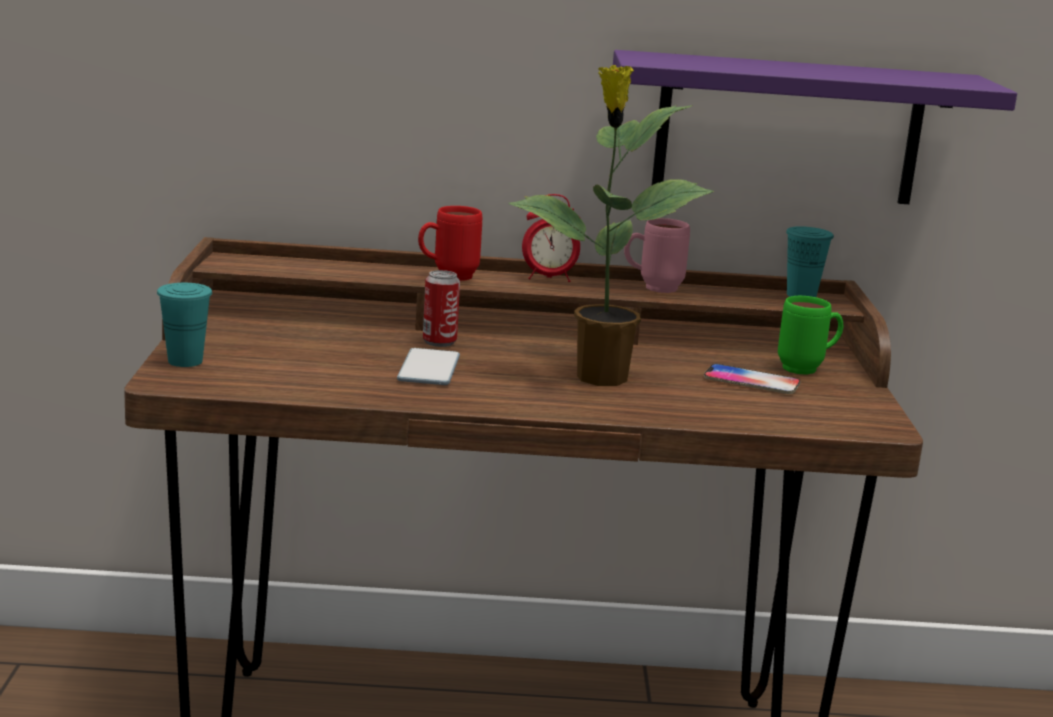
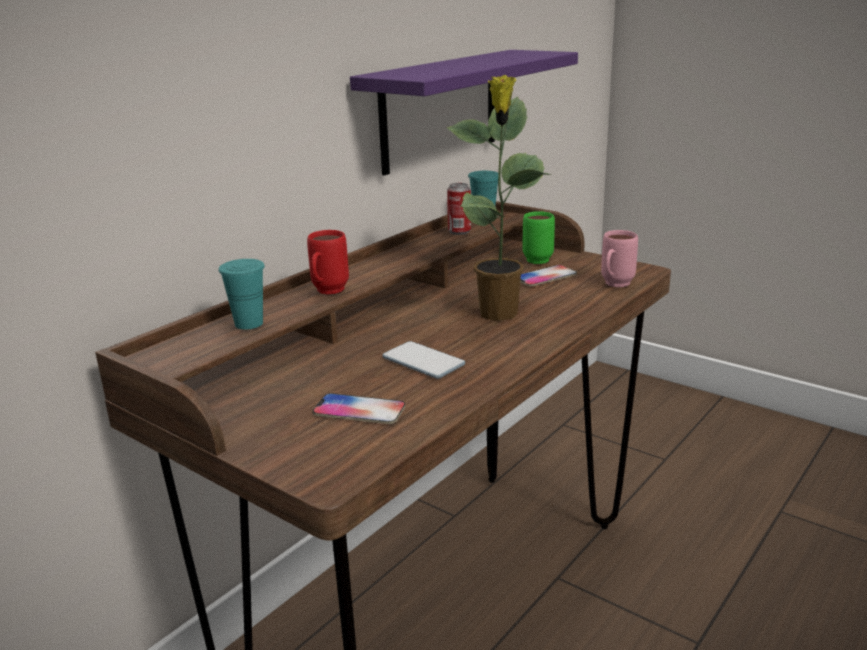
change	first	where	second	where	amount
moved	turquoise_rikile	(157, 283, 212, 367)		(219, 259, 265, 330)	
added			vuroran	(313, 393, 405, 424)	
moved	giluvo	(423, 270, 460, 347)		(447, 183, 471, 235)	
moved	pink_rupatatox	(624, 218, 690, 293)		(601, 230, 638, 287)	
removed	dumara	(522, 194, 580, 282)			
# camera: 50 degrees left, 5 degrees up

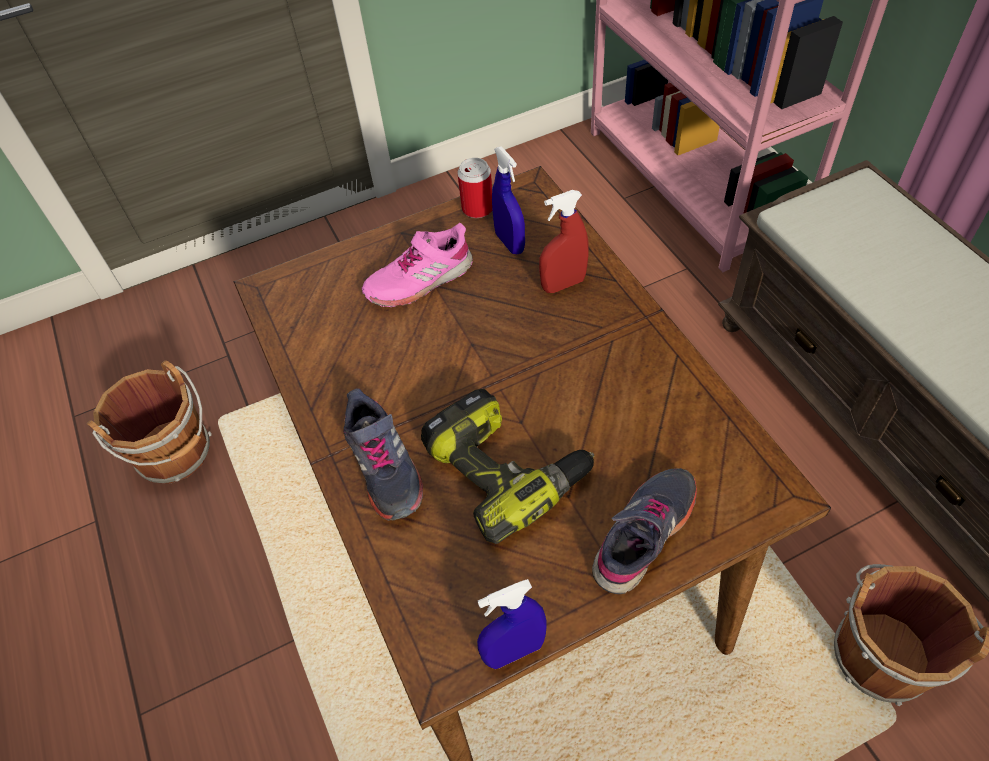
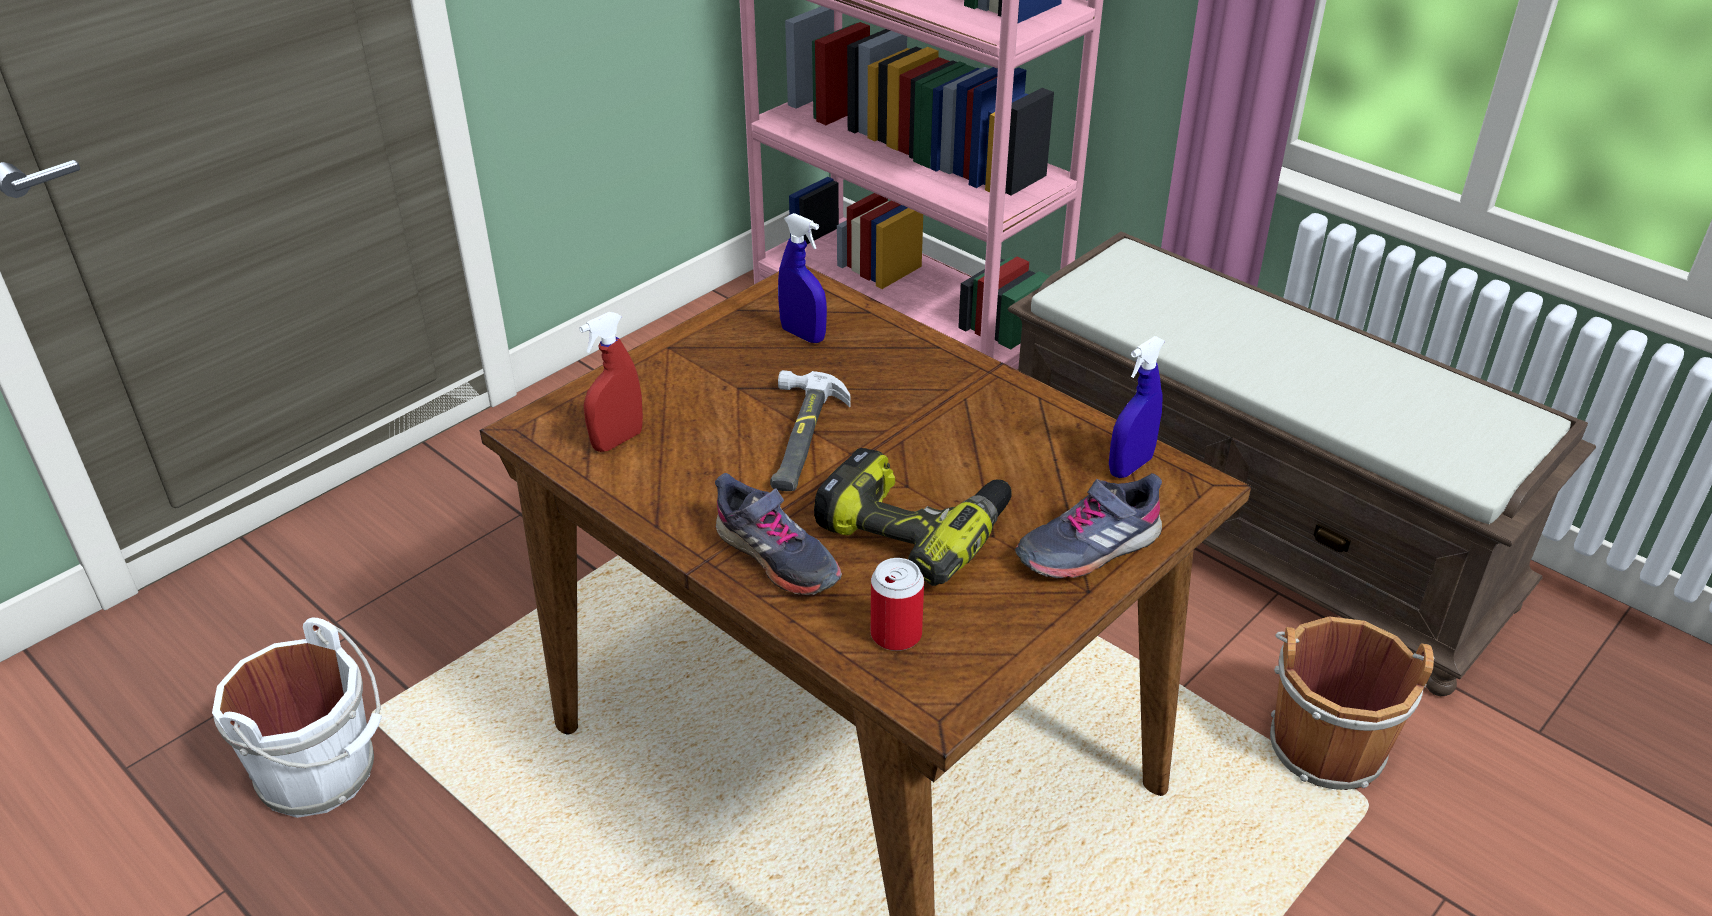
change	first	where	second	where	amount
recoloured	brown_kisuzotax	(86, 360, 212, 484)	white_kisuzotax	(212, 618, 382, 818)	
moved	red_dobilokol	(539, 190, 589, 293)		(579, 312, 643, 452)	
added			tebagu	(770, 370, 851, 491)	
moved	giluvo	(457, 158, 492, 218)		(871, 558, 924, 651)	
turned	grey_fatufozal	(592, 468, 697, 594)		(1015, 473, 1162, 578)	135 degrees counterclockwise
moved	blue_dobilokol	(477, 579, 547, 669)		(1109, 336, 1165, 478)	
removed	pink_fatufozal	(362, 223, 473, 307)			
# camera: 25 degrees left, 15 degrees down

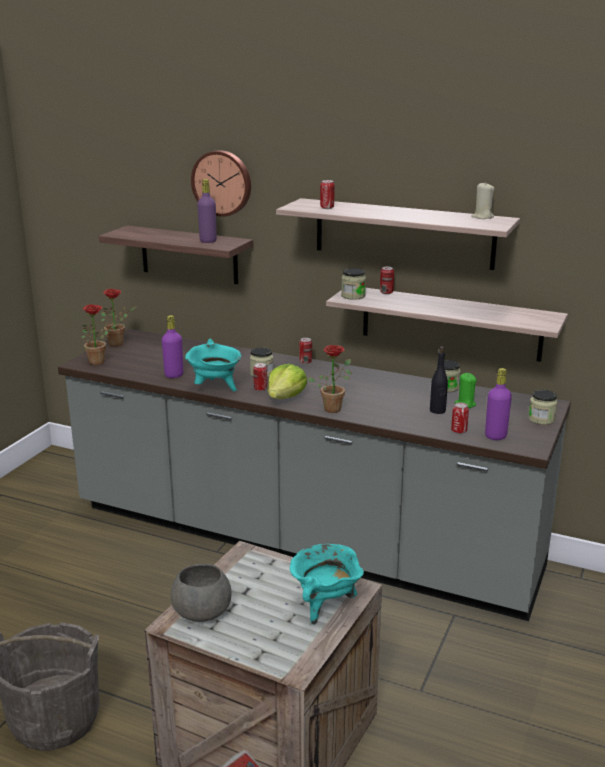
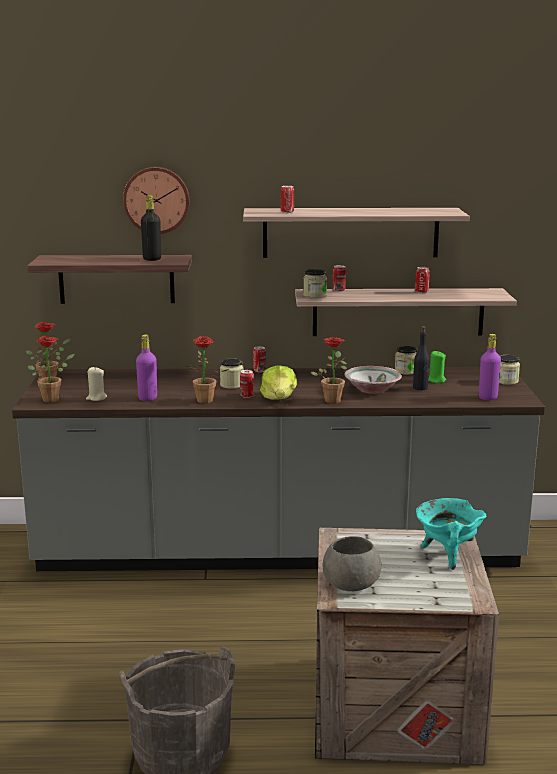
change	first	where	second	where	amount
moved	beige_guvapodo	(471, 182, 495, 219)		(86, 367, 107, 401)	
recoloured	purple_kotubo	(197, 179, 217, 243)	black_kotubo	(141, 195, 161, 261)	
replaced	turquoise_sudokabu	(185, 339, 241, 391)	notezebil	(186, 336, 229, 404)	
added			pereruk	(344, 366, 402, 394)	
moved	giluvo	(451, 402, 469, 434)		(415, 267, 430, 293)	
# camera: 25 degrees left, 5 degrees down

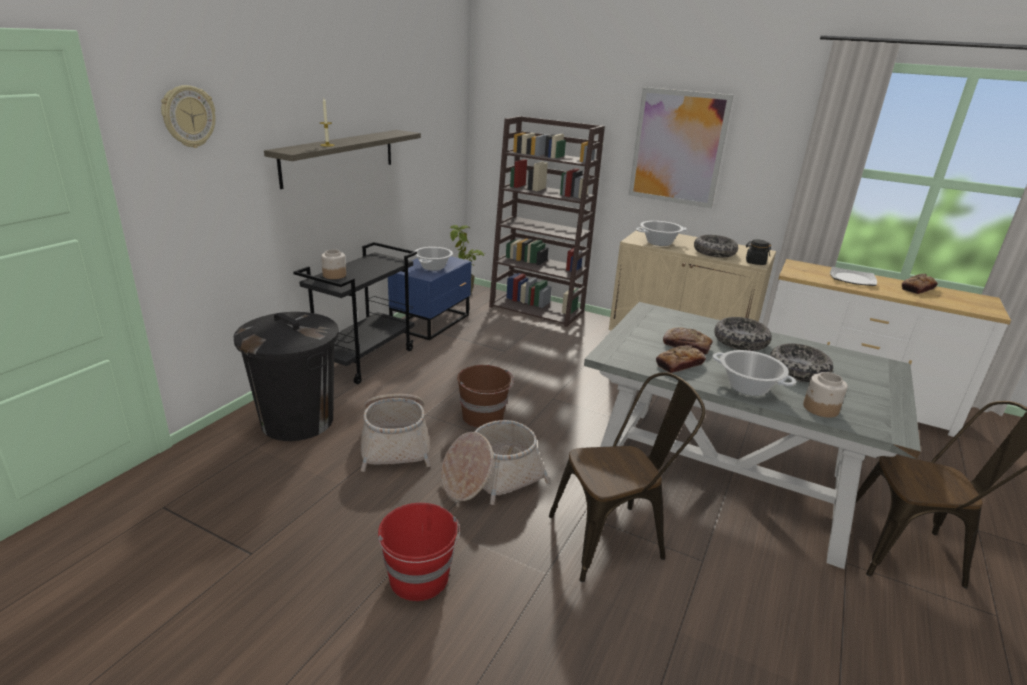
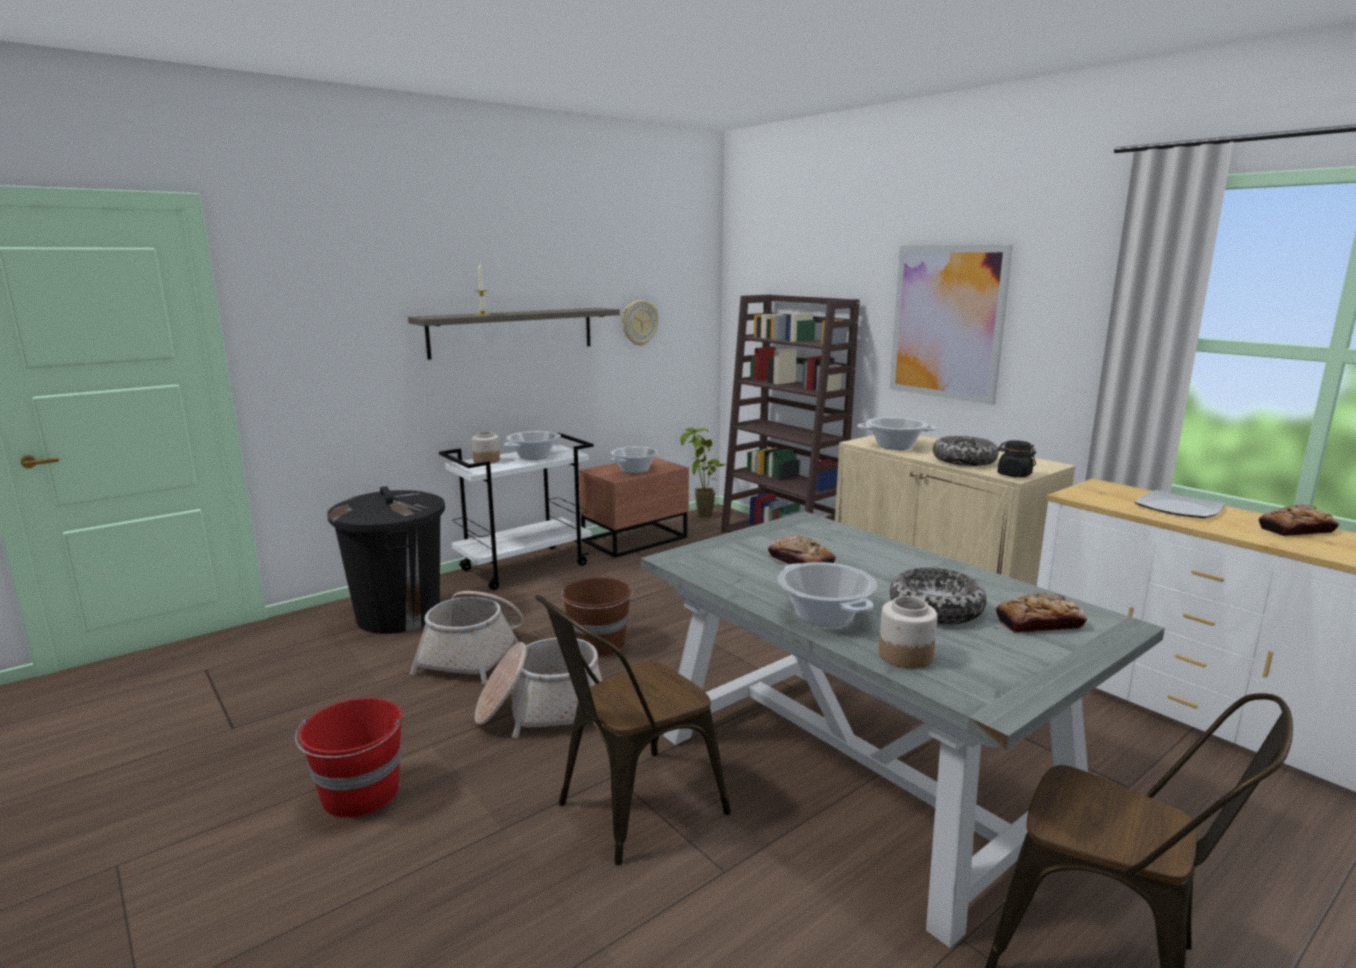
change	first	where	second	where	amount
recoloured	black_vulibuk	(293, 242, 417, 384)	white_vulibuk	(439, 433, 594, 590)	
added			sudokabu	(504, 431, 561, 460)	
turned	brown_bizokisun	(549, 372, 706, 582)		(535, 595, 731, 866)	135 degrees clockwise
recoloured	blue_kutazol	(388, 256, 472, 340)	brown_kutazol	(579, 457, 689, 558)	
moved	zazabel	(161, 85, 216, 148)		(622, 300, 659, 346)	
moved	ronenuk	(656, 345, 706, 373)		(996, 593, 1087, 633)	
removed	pereruk	(714, 317, 772, 351)			
# camera: 25 degrees right, 10 degrees down

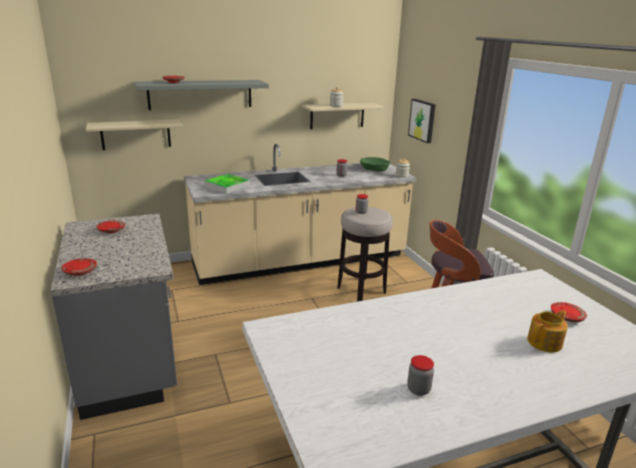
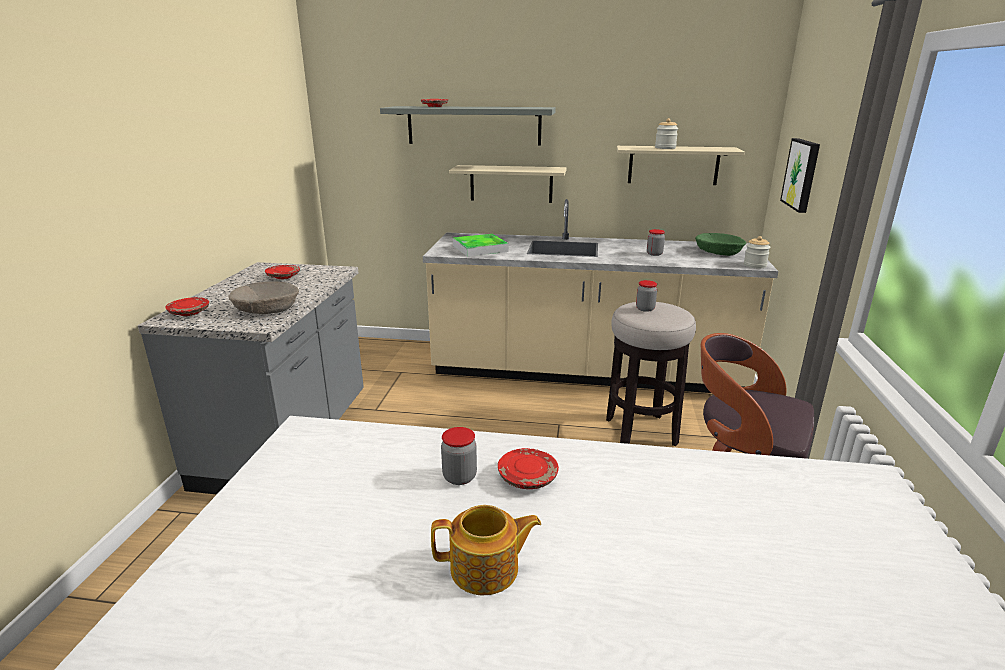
change	first	where	second	where	amount
added			beige_pereruk	(228, 282, 299, 314)	
moved	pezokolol	(527, 310, 568, 352)		(431, 505, 541, 595)	
moved	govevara	(407, 355, 434, 396)		(441, 427, 477, 485)	
moved	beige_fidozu	(86, 119, 183, 150)		(449, 165, 567, 203)	
moved	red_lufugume	(551, 302, 587, 322)		(498, 448, 559, 489)	
# camera: 30 degrees right, 0 degrees up

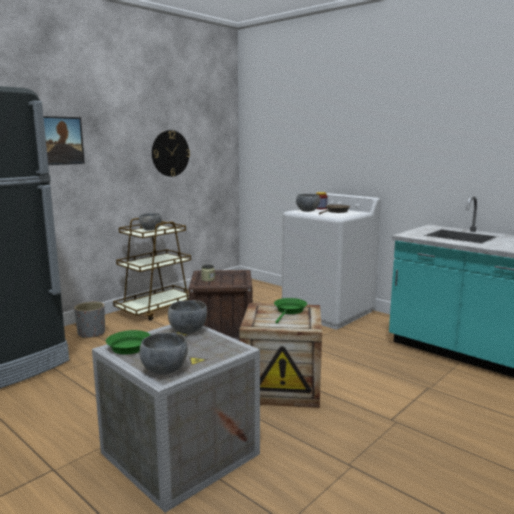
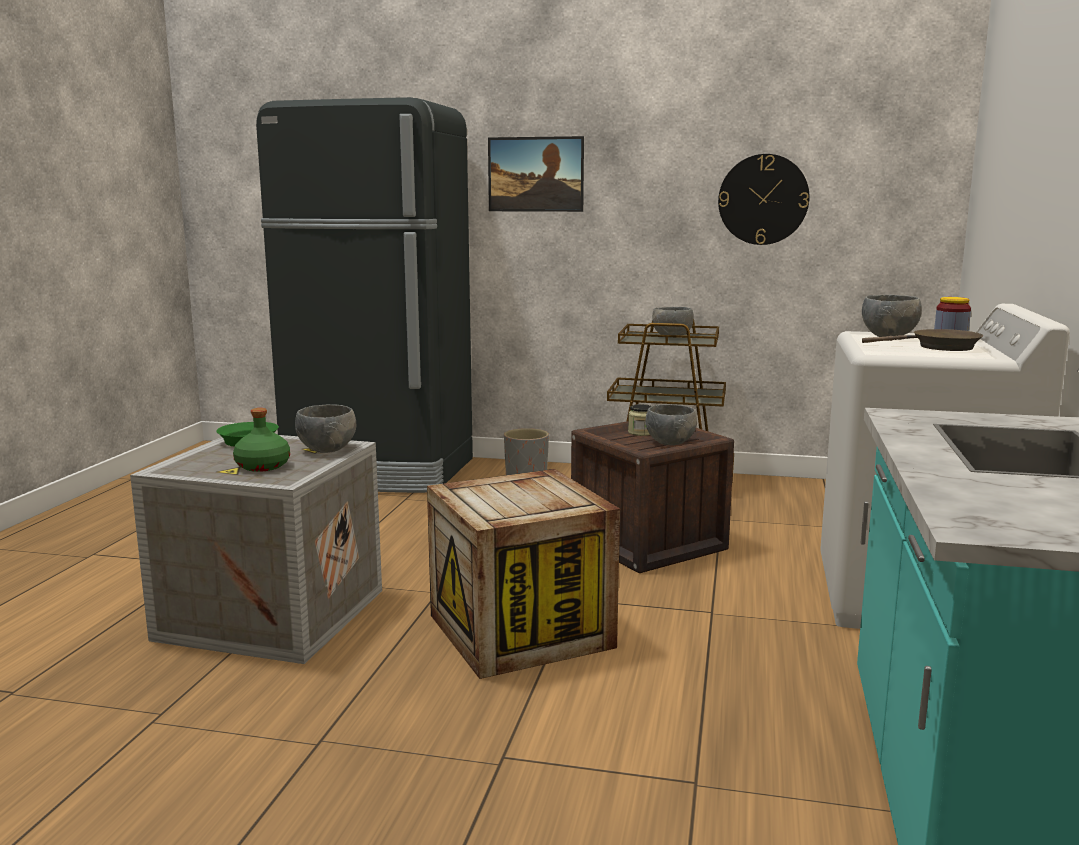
change	first	where	second	where	amount
added			green_kotubo	(233, 408, 290, 472)	
moved	grey_pereruk	(140, 333, 188, 375)		(646, 404, 697, 445)	
removed	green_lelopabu	(274, 298, 307, 324)			
# camera: 60 degrees right, 0 degrees up

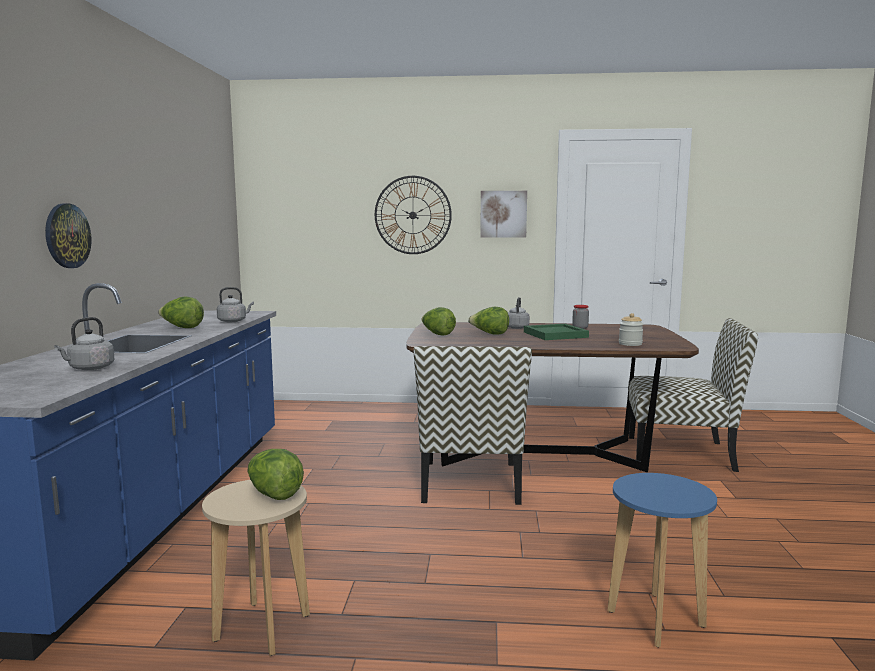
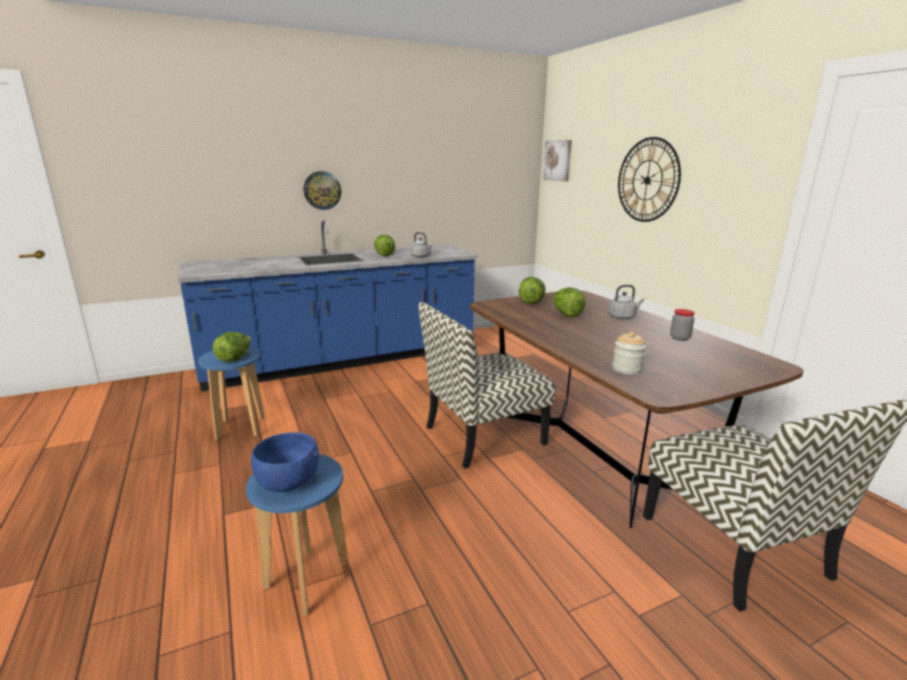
change	first	where	second	where	amount
recoloured	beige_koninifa	(202, 480, 310, 656)	blue_koninifa	(198, 347, 265, 440)	
added			blue_pereruk	(251, 432, 319, 492)	
moved	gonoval	(480, 191, 527, 237)		(543, 140, 572, 182)	
removed	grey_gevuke	(54, 317, 114, 370)			
removed	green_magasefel	(524, 324, 589, 340)			
# camera: 60 degrees right, 10 degrees up

